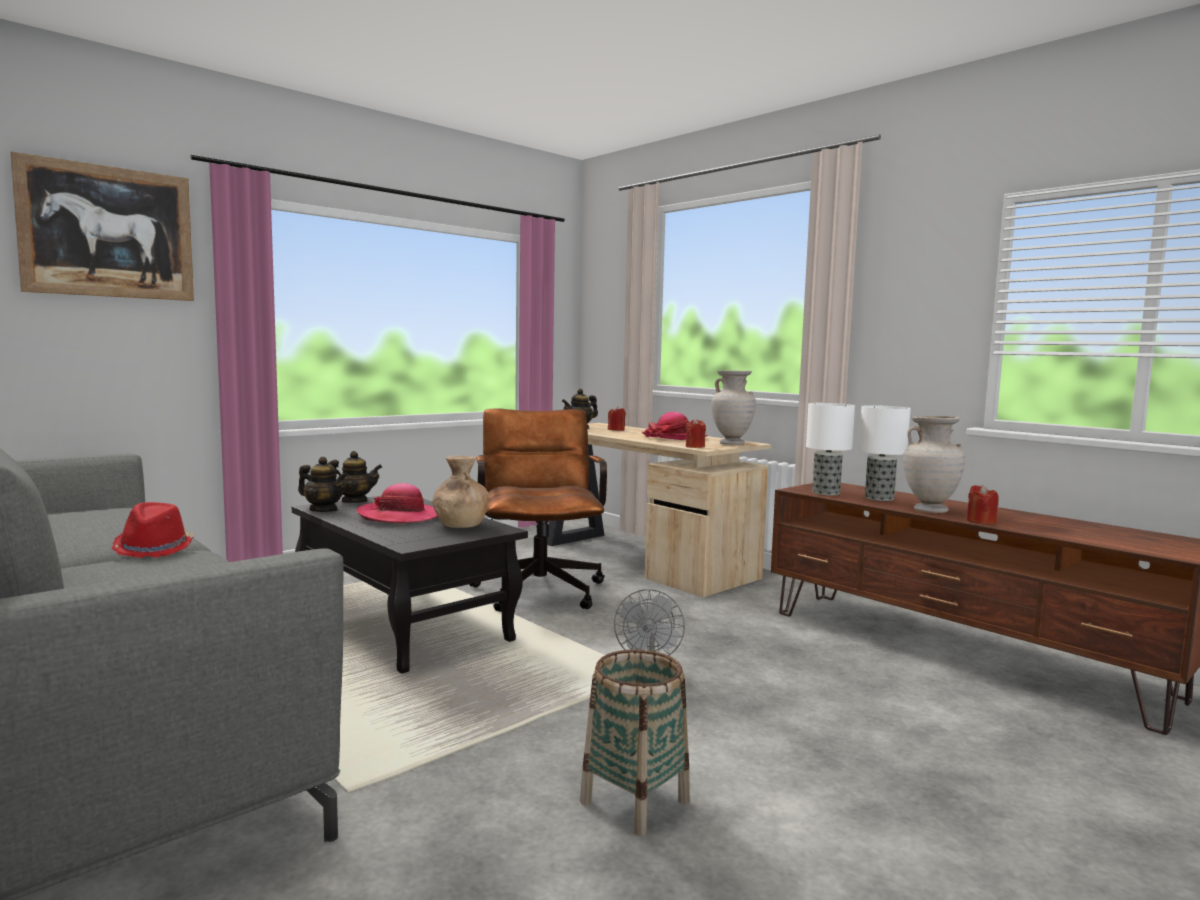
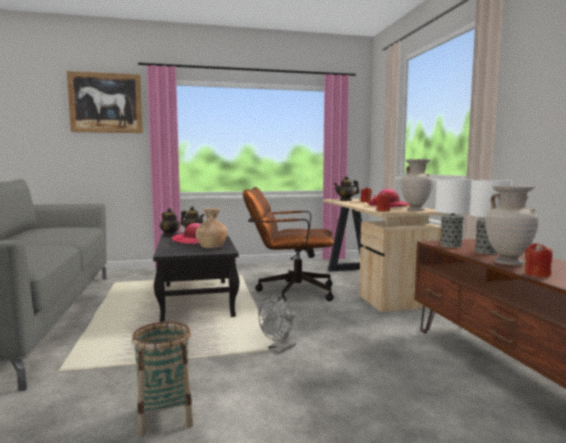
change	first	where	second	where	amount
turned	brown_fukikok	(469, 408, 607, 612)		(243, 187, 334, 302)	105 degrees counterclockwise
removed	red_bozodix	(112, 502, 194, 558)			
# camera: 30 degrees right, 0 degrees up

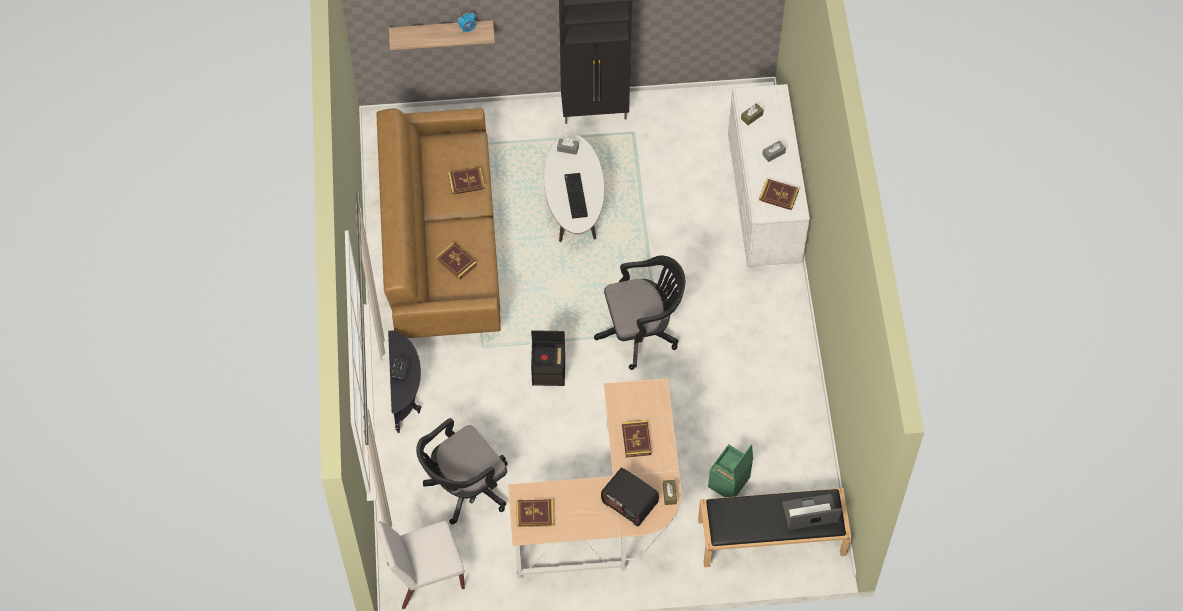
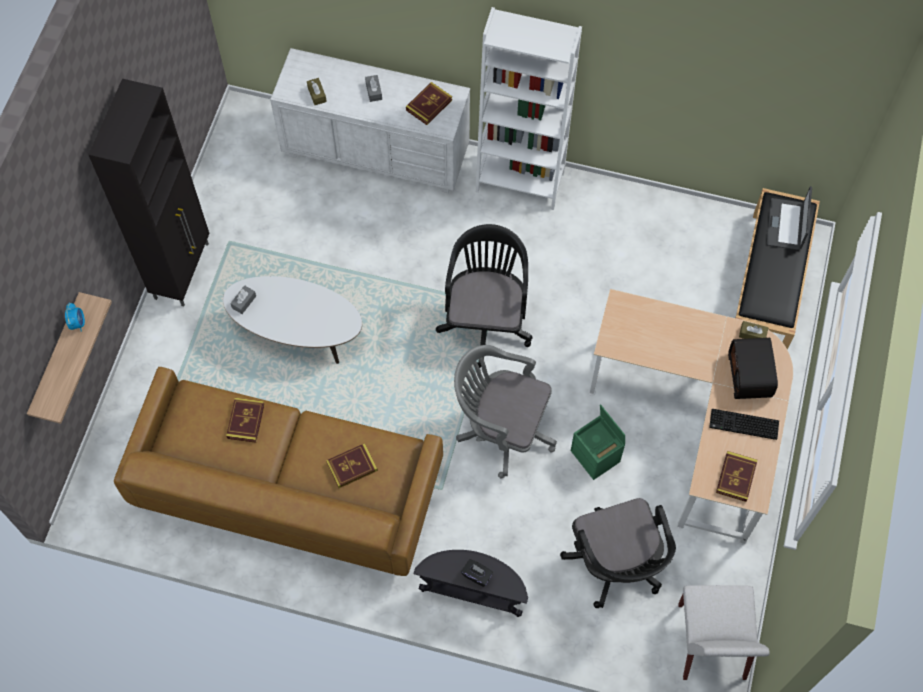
change	first	where	second	where	amount
replaced	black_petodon	(531, 330, 565, 386)	grey_fukikok	(454, 345, 557, 479)	
added			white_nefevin	(476, 7, 582, 210)	
moved	green_petodon	(708, 444, 753, 497)		(571, 404, 625, 480)	
moved	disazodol	(564, 173, 588, 219)		(709, 409, 779, 440)	
turned	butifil	(601, 468, 659, 526)		(728, 338, 778, 399)	120 degrees clockwise
removed	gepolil	(622, 420, 652, 458)			
# camera: 70 degrees left, 5 degrees up

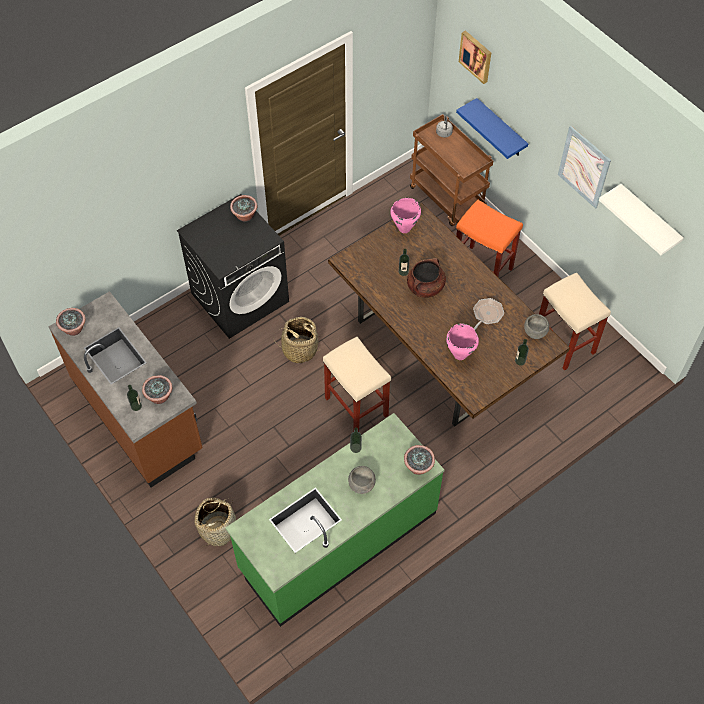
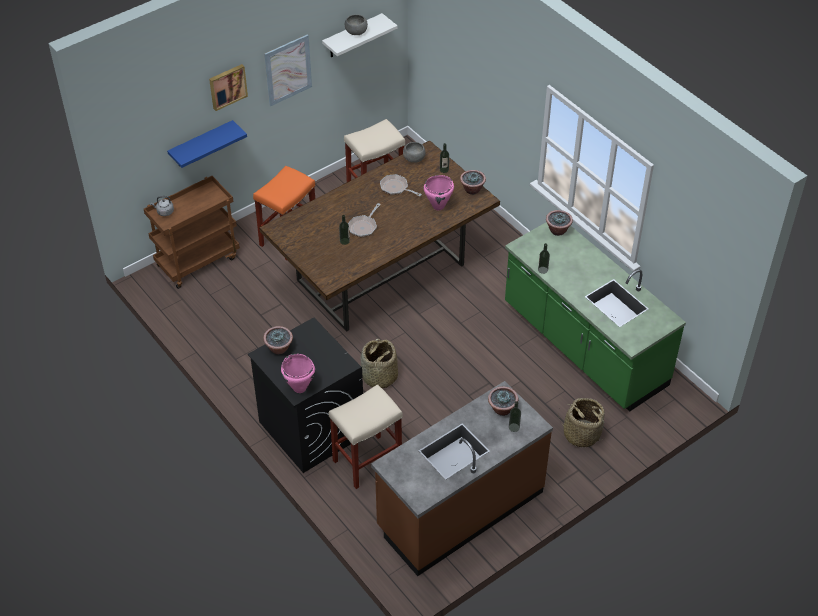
change	first	where	second	where	amount
moved	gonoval	(459, 30, 491, 84)		(209, 64, 248, 111)	
moved	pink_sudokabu	(390, 198, 421, 233)		(281, 354, 315, 393)	
moved	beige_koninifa	(323, 337, 391, 432)		(329, 384, 403, 489)	
moved	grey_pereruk	(348, 466, 376, 494)		(345, 14, 368, 35)	
replaced	brown_sudokabu	(407, 258, 446, 298)	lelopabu	(348, 203, 381, 237)	
moved	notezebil	(56, 308, 85, 336)		(460, 170, 486, 195)	
# camera: 90 degrees left, 10 degrees down

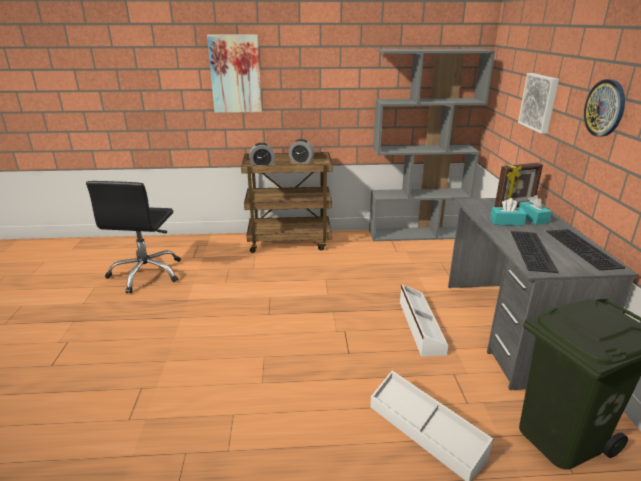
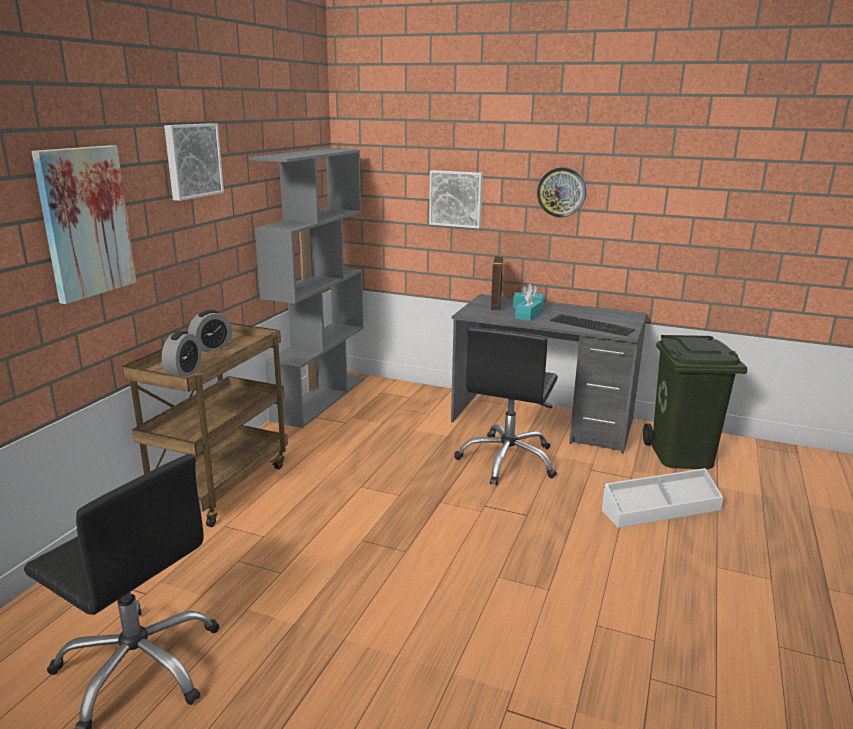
change	first	where	second	where	amount
added			gonoval	(164, 123, 224, 201)	
replaced	white_petodon	(400, 284, 448, 357)	black_fukikok	(454, 327, 558, 485)	
removed	disazodol	(546, 229, 625, 270)			
# camera: 65 degrees left, 5 degrees down

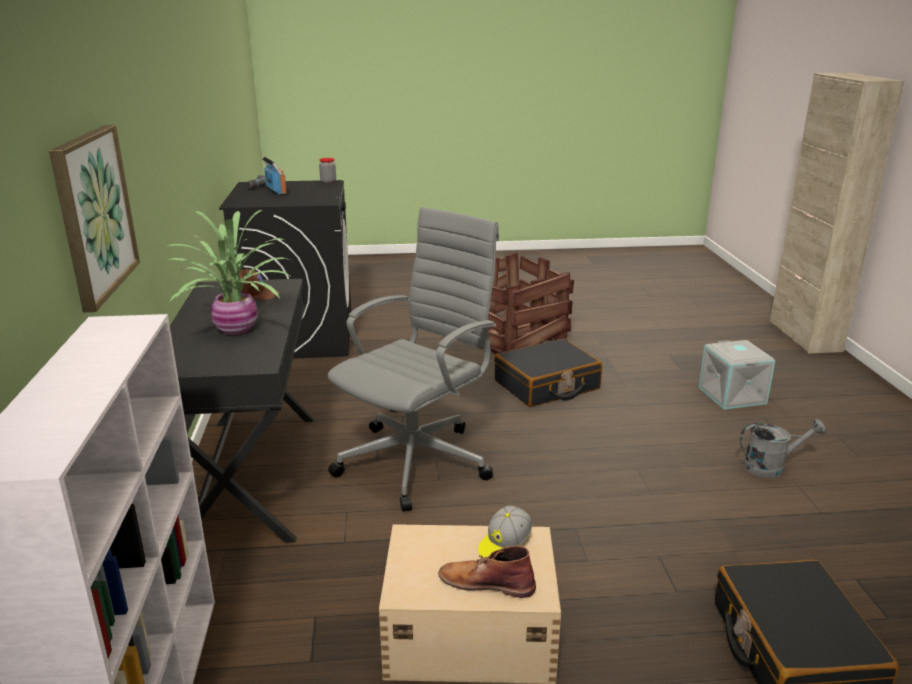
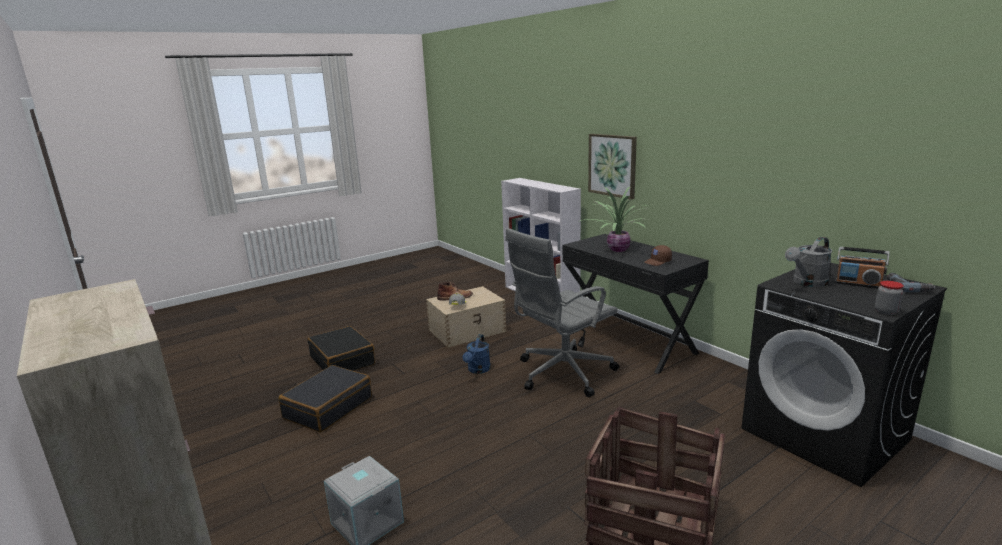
change	first	where	second	where	amount
moved	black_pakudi	(494, 339, 602, 407)		(279, 365, 372, 432)	
added			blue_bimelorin	(463, 334, 491, 374)	
turned	grey_fukikok	(328, 207, 499, 512)		(505, 228, 619, 397)	45 degrees clockwise
moved	grey_bimelorin	(739, 419, 826, 478)		(785, 237, 832, 287)	
# camera: 150 degrees right, 5 degrees down

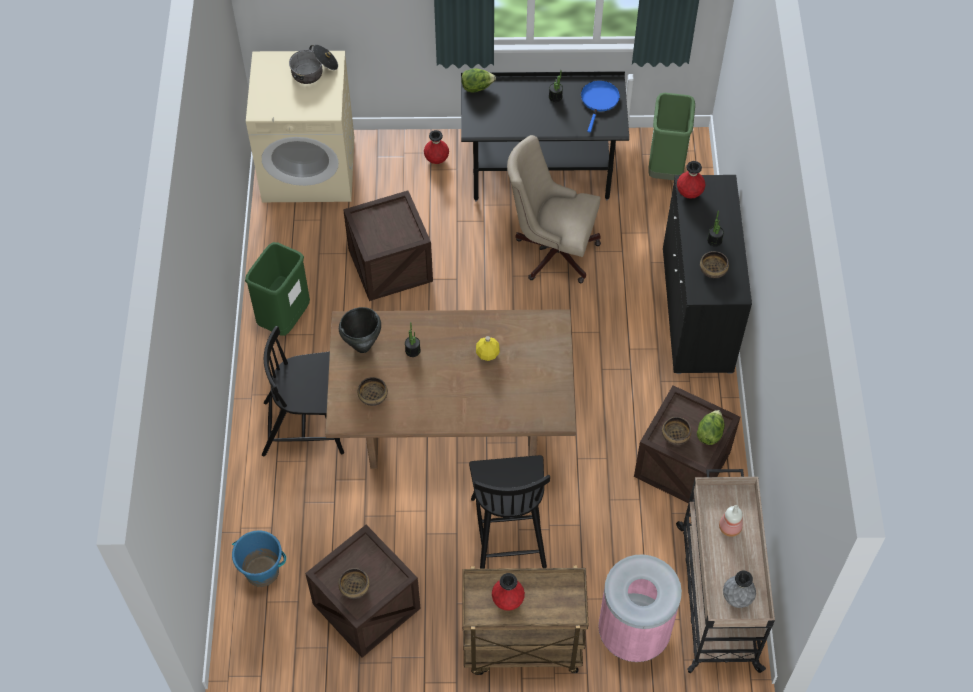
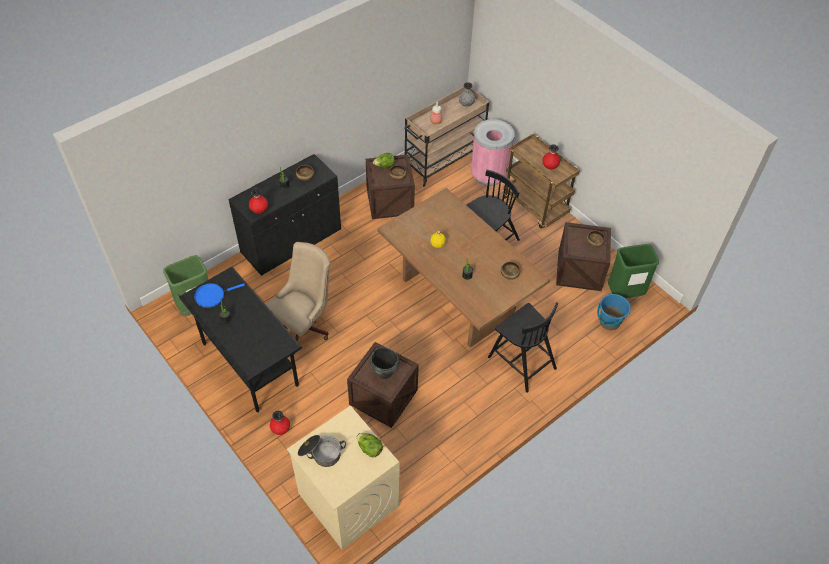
change	first	where	second	where	amount
turned	beige_fukikok	(507, 135, 601, 283)		(265, 242, 331, 354)	120 degrees counterclockwise
moved	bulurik	(461, 68, 496, 92)		(357, 433, 383, 457)	
moved	black_sudokabu	(339, 307, 381, 353)		(370, 347, 399, 379)	
moved	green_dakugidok	(245, 242, 310, 336)		(608, 244, 659, 298)	
# camera: 130 degrees left, 5 degrees down

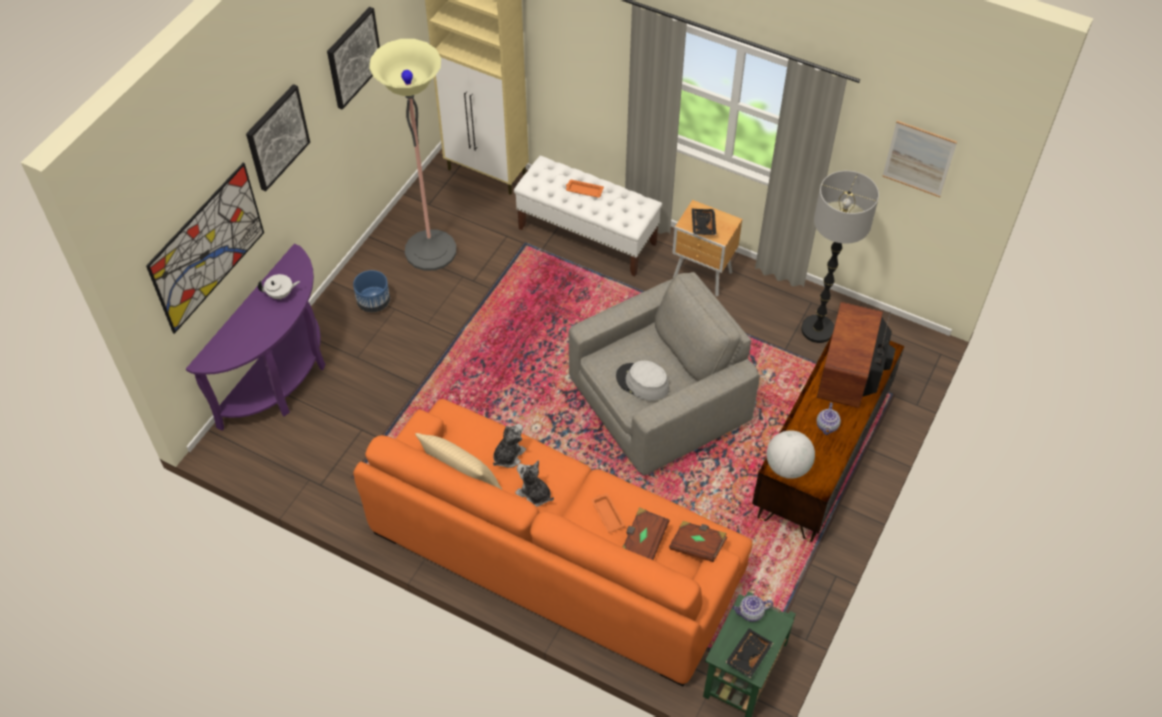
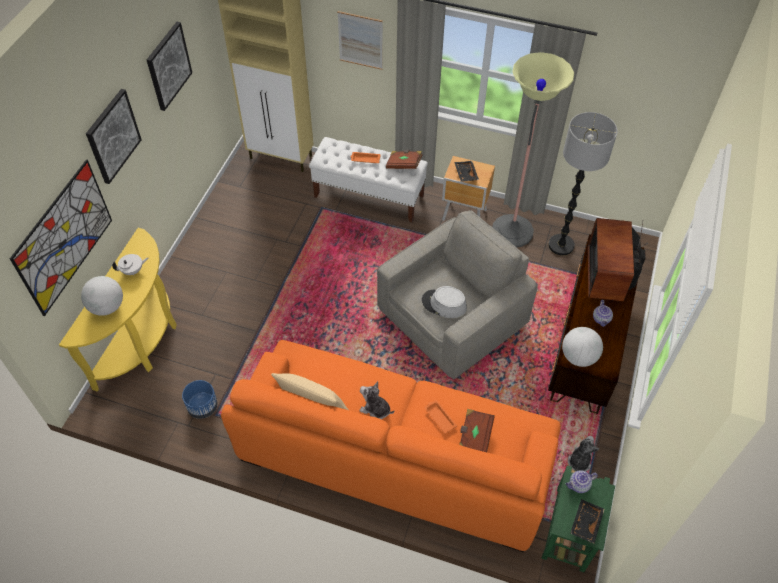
change	first	where	second	where	amount
recoloured	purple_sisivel	(186, 244, 326, 431)	yellow_sisivel	(59, 228, 177, 392)	
added			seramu	(81, 276, 123, 316)	
moved	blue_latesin	(353, 270, 390, 312)		(182, 380, 218, 419)	
moved	gonoval	(882, 121, 957, 197)		(337, 11, 383, 70)	
moved	brown_gepolil	(669, 521, 727, 562)		(386, 150, 423, 169)	
moved	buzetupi	(369, 39, 457, 271)		(492, 52, 574, 247)	
moved	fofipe	(493, 424, 526, 468)		(568, 436, 599, 472)	
# camera: 10 degrees left, 0 degrees up

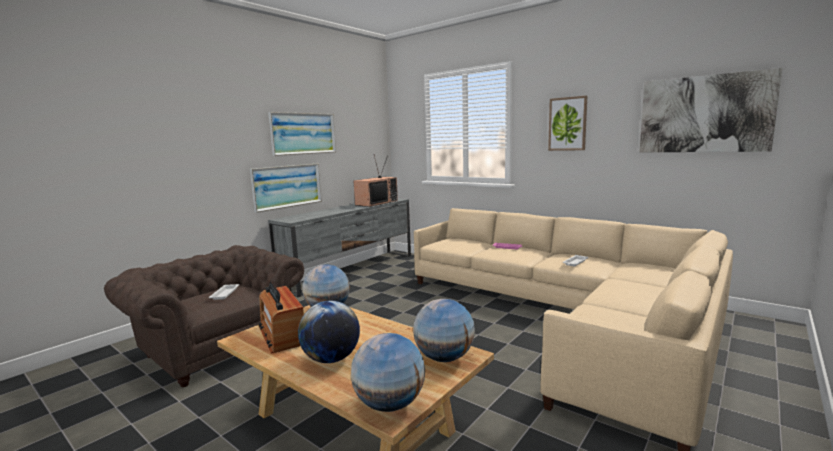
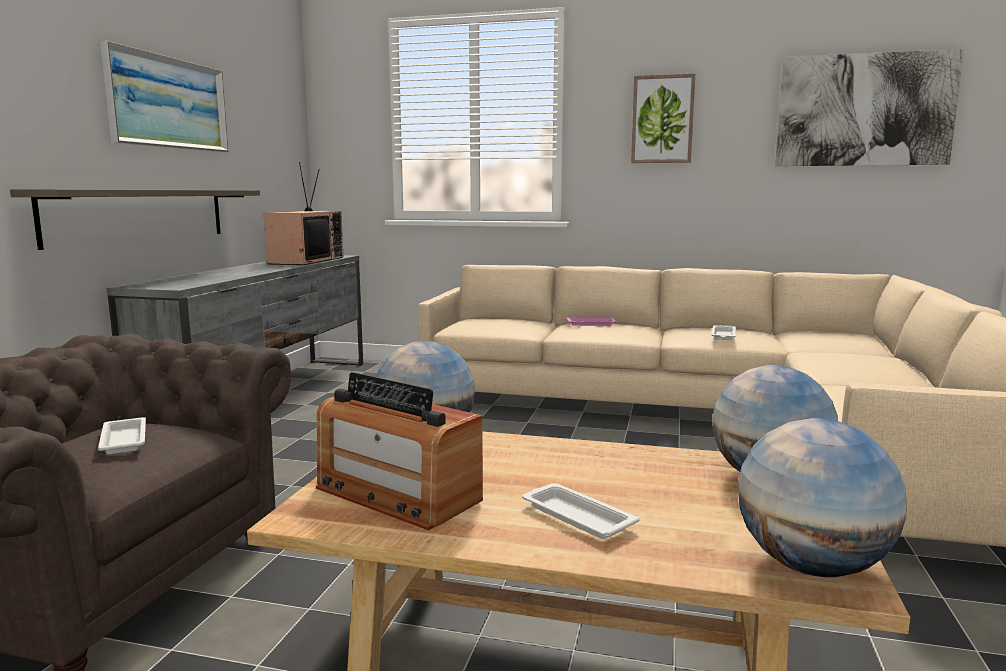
change	first	where	second	where	amount
replaced	gonoval	(250, 164, 322, 213)	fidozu	(10, 189, 260, 250)	
replaced	seramu	(298, 301, 360, 363)	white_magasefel	(522, 483, 640, 539)	
# camera: 25 degrees left, 0 degrees up

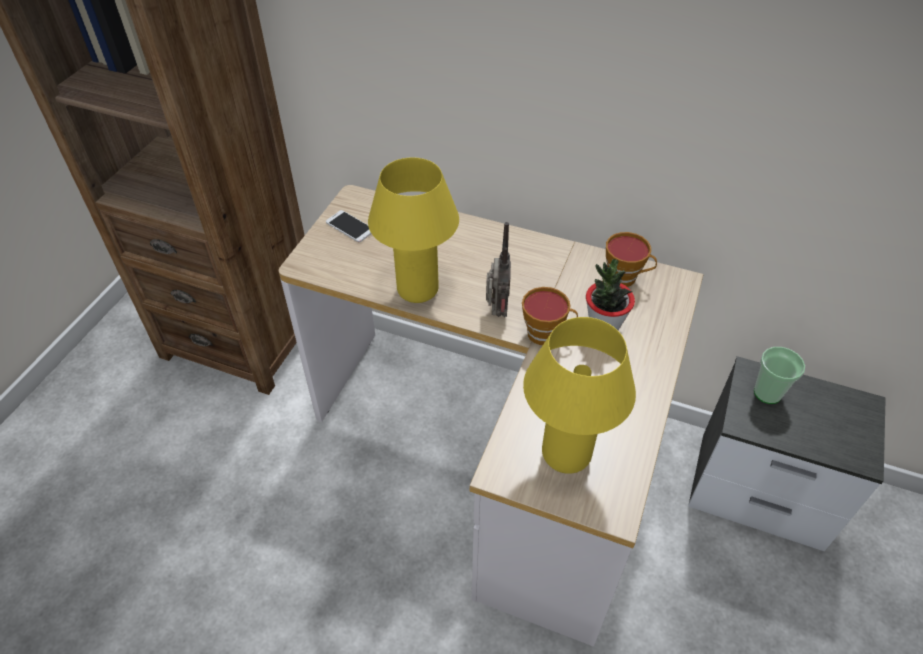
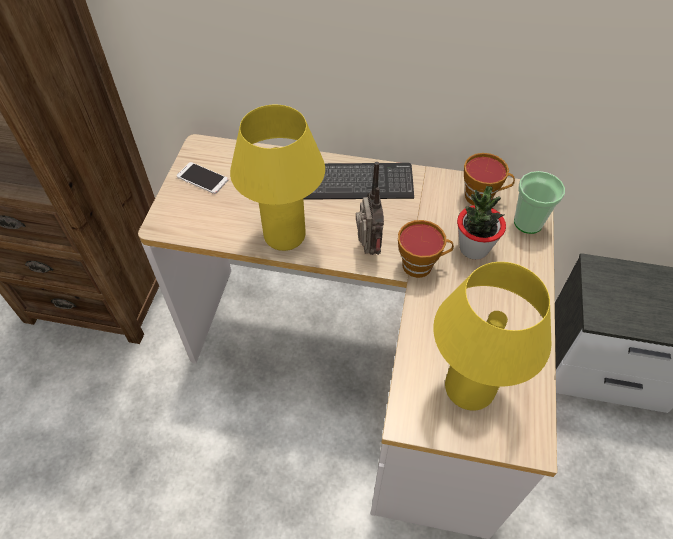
change	first	where	second	where	amount
added			disazodol	(303, 163, 414, 200)	
moved	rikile	(754, 347, 805, 404)		(514, 171, 565, 234)	
# camera: 10 degrees left, 5 degrees up

